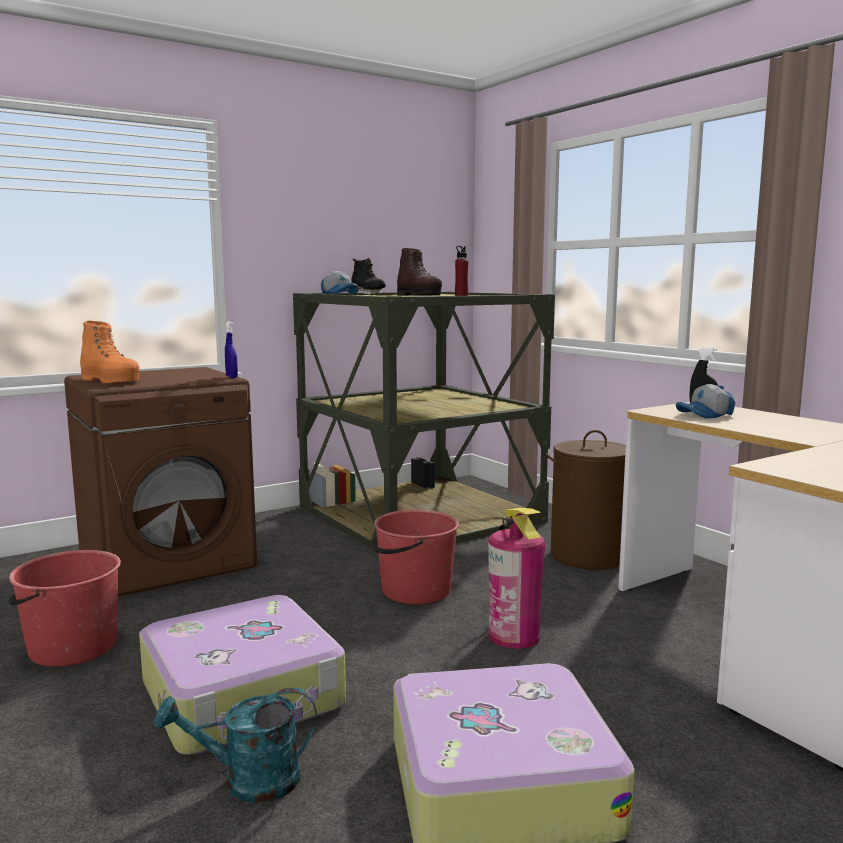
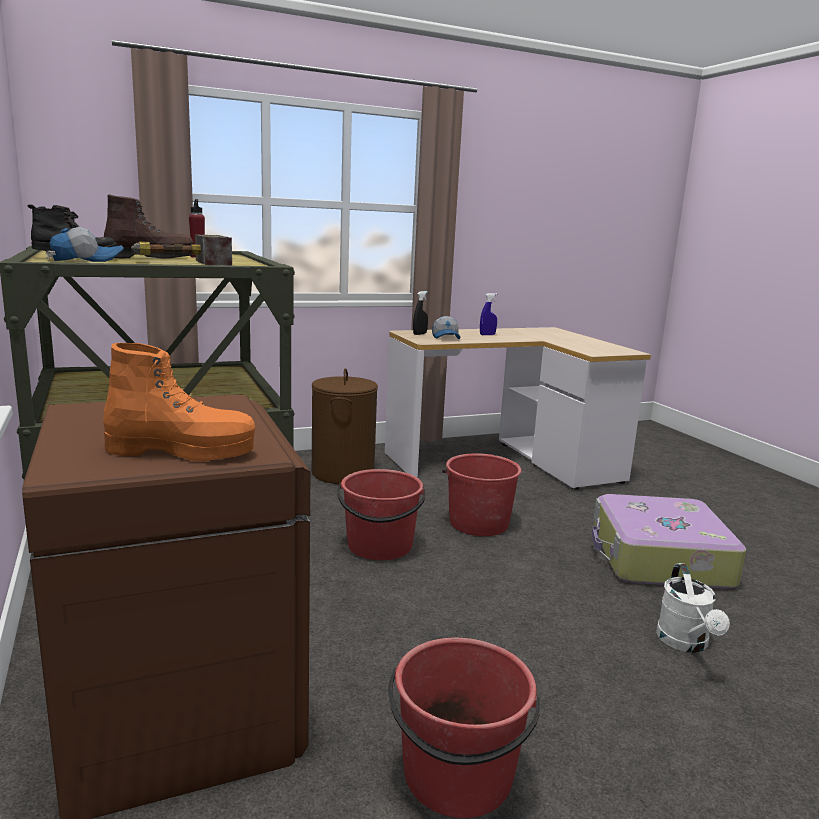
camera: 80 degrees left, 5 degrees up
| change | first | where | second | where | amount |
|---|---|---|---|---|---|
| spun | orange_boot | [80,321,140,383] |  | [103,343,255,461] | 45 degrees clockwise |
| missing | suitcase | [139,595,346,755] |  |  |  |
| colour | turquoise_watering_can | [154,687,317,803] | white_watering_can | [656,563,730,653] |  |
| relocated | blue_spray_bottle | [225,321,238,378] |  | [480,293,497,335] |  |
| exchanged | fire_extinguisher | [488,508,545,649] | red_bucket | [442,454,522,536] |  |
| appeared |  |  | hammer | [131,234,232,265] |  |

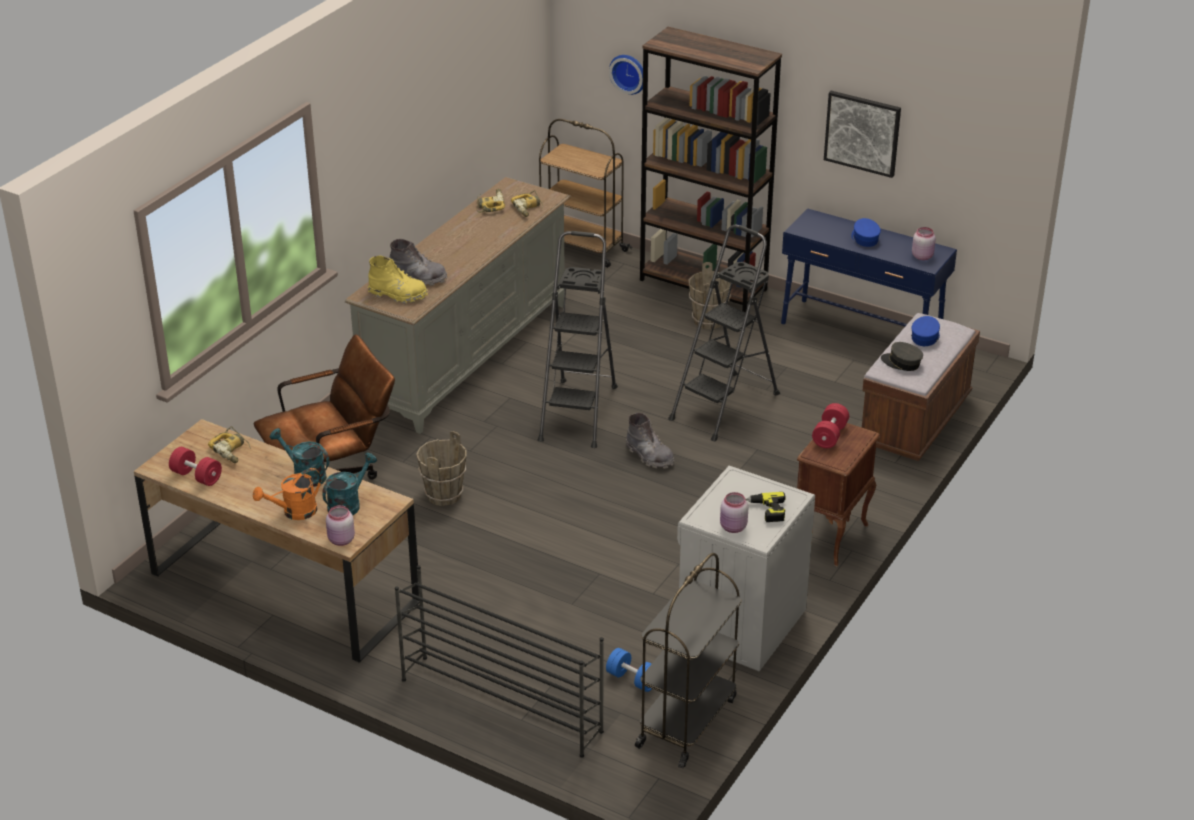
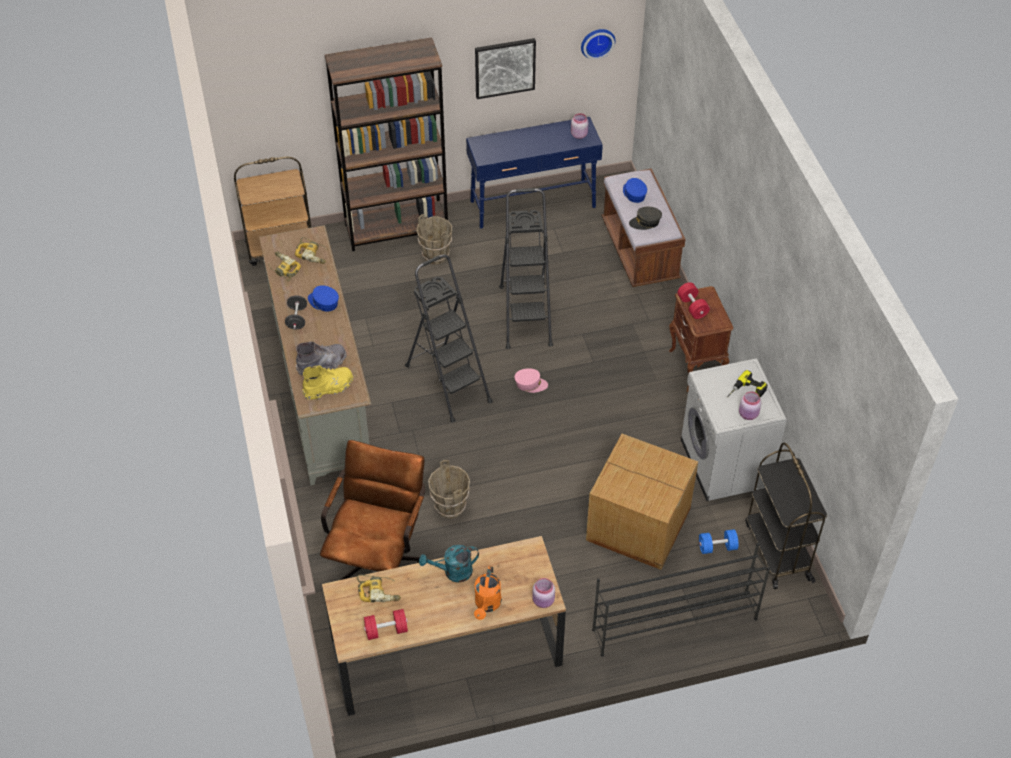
camera: 45 degrees left, 15 degrees up
| change | first | where | second | where | amount |
|---|---|---|---|---|---|
| missing | turquoise_watering_can | [322,453,377,515] |  |  |  |
| relocated | wall_clock | [609,55,643,95] |  | [581,29,615,60] |  |
| exchanged | grey_boot | [626,413,674,469] | pink_cap | [514,368,548,393] |  |
| relocated | blue_cap | [851,218,881,247] |  | [308,285,339,312] |  |
| appeared |  |  | black_dumbbell | [285,295,307,329] |  |
| appeared |  |  | cardboard_box | [586,434,698,570] |  |

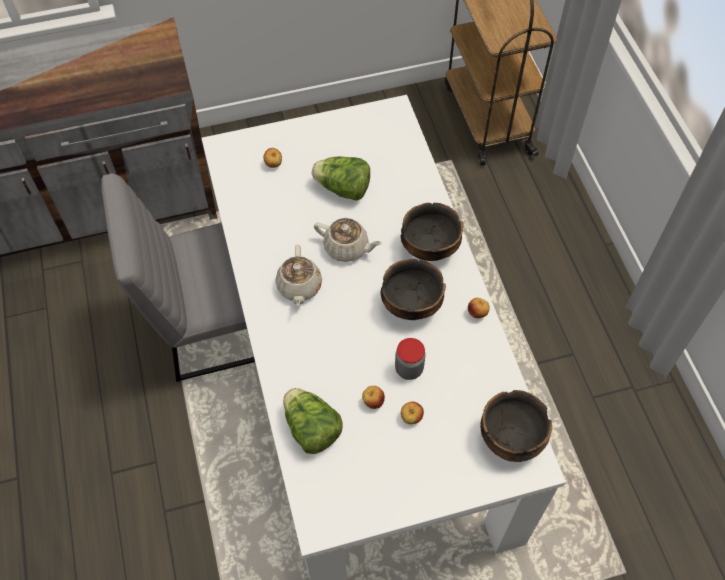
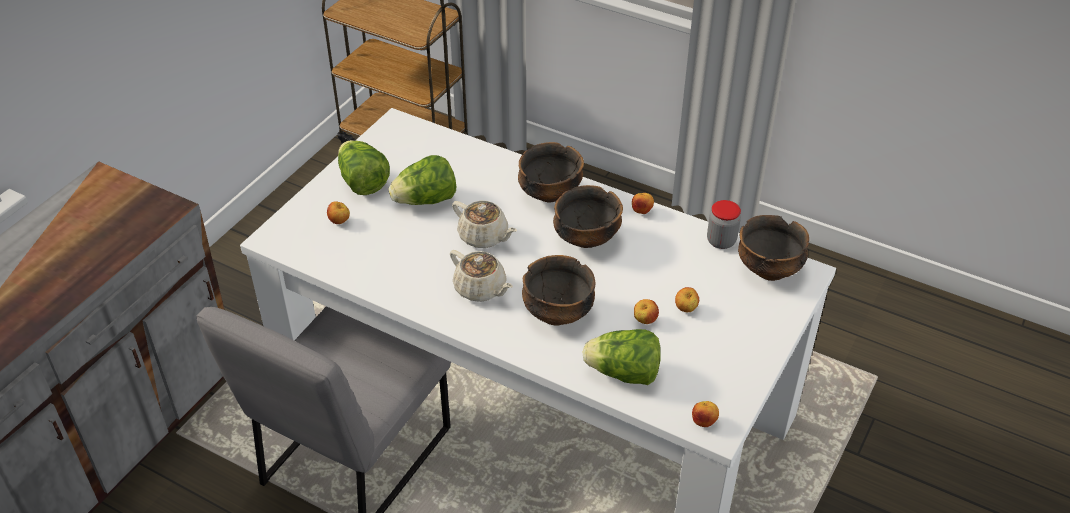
camera: 45 degrees left, 15 degrees down
| change | first | where | second | where | amount |
|---|---|---|---|---|---|
| spun | beige_teapot | [314,218,382,262] |  | [452,201,517,248] | 60 degrees clockwise |
| relocated | jar | [395,338,426,380] |  | [707,200,741,249] |  |
| appeared |  |  | lettuce | [338,140,390,195] |  |
| appeared |  |  | bowl | [522,255,595,326] |  |
| appeared |  |  | apple | [692,401,719,427] |  |

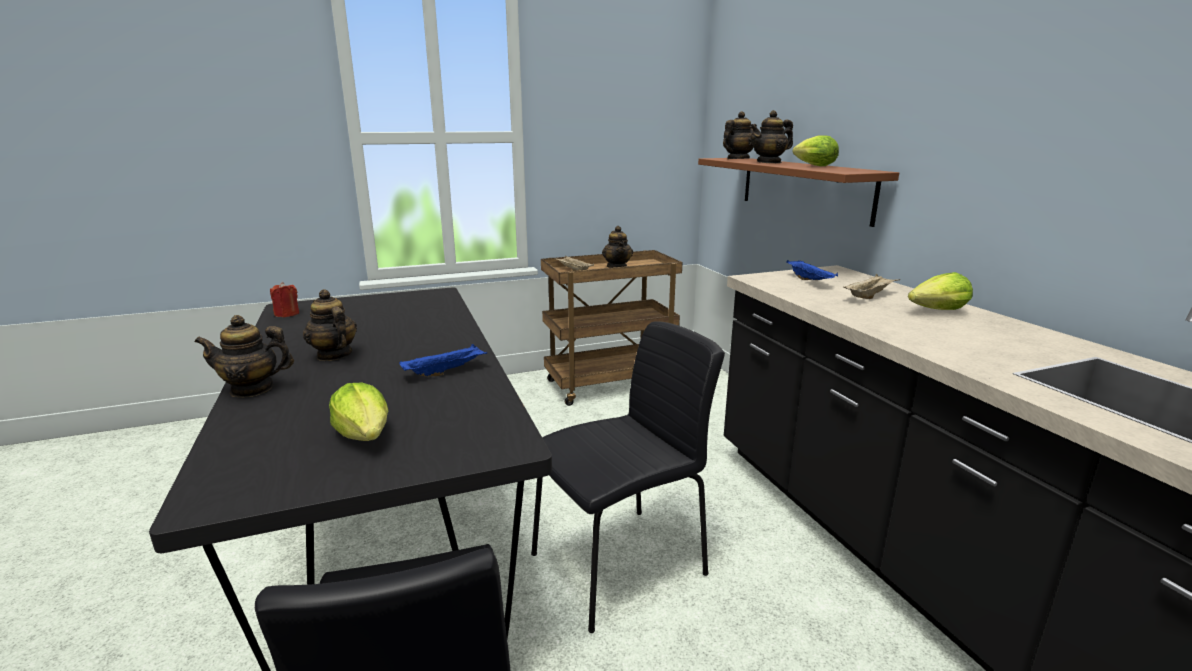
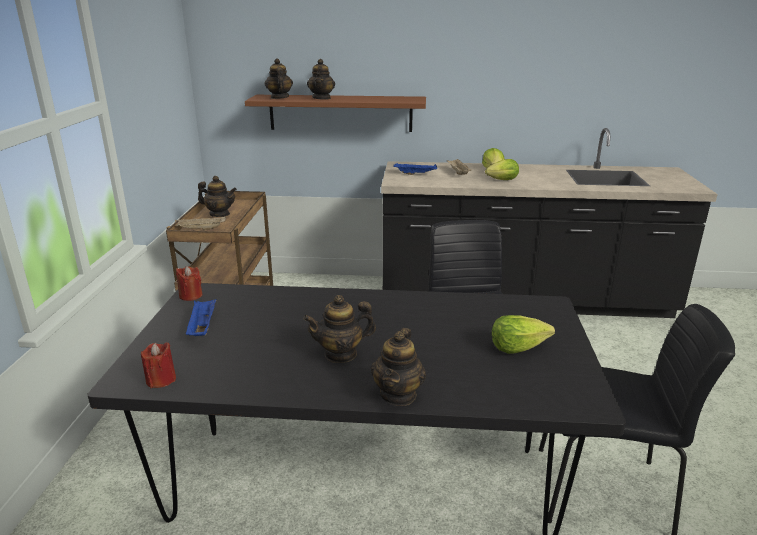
camera: 65 degrees left, 5 degrees up
| change | first | where | second | where | amount |
|---|---|---|---|---|---|
| relocated | blue_tray | [399,344,487,377] |  | [185,299,217,336] |  |
| relocated | lettuce | [793,135,839,166] |  | [485,159,519,180] |  |
| appeared |  |  | red_candle | [176,266,202,301] |  |

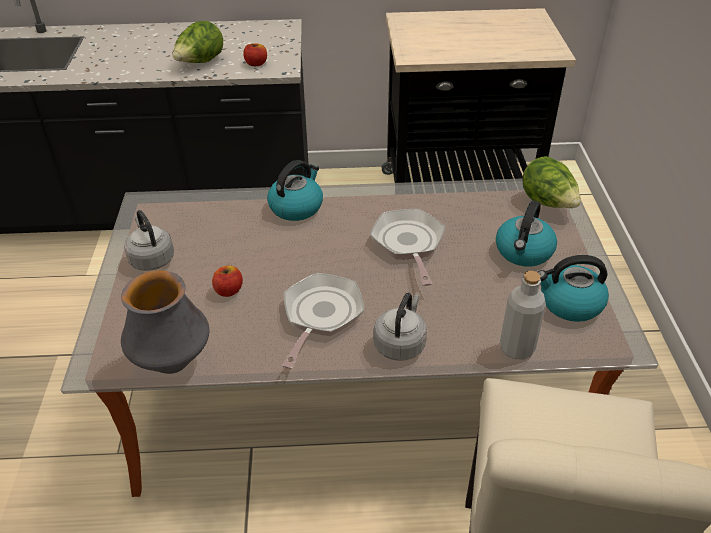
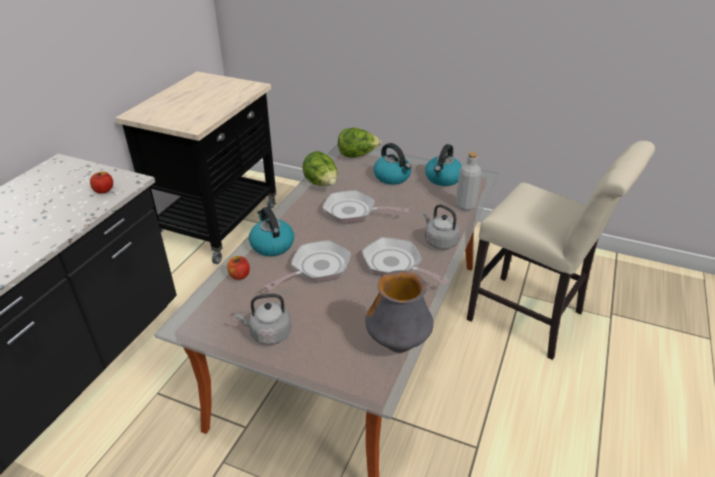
camera: 65 degrees left, 5 degrees down
| change | first | where | second | where | amount |
|---|---|---|---|---|---|
| relocated | lettuce | [172,21,223,63] |  | [302,151,337,186] |  |
| relocated | apple | [212,266,243,297] |  | [227,256,250,280] |  |
| appeared |  |  | frying_pan | [265,240,351,290] |  |

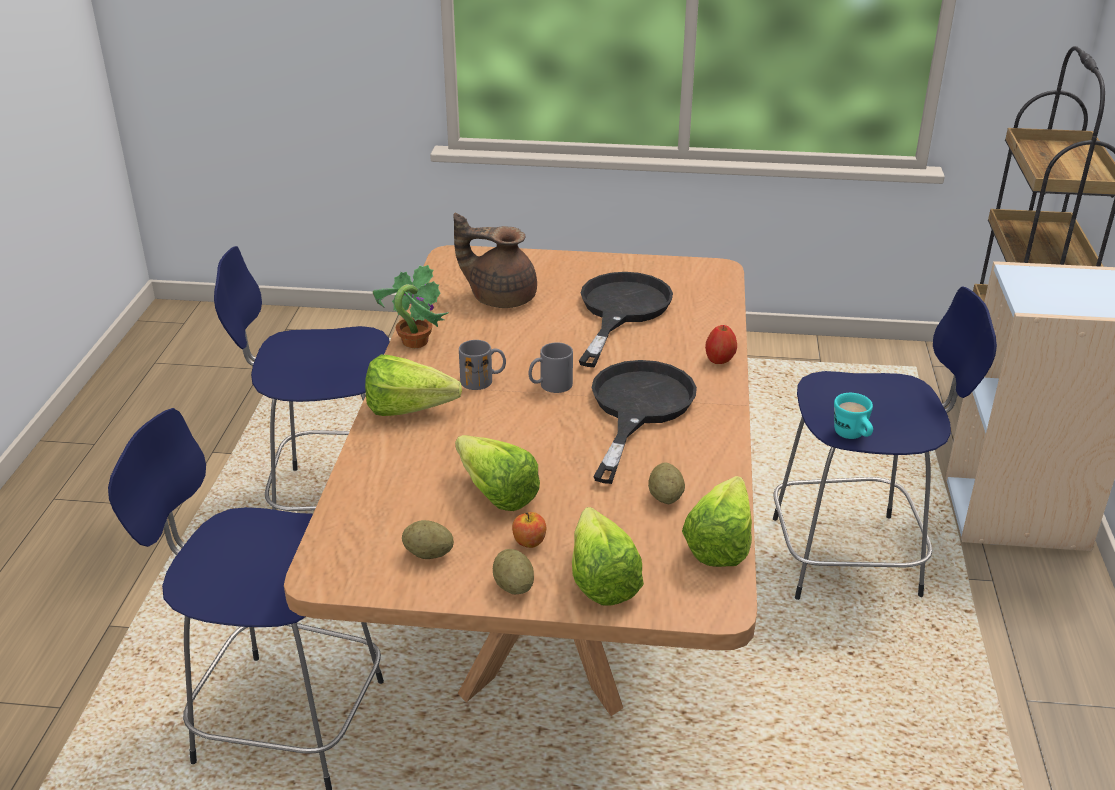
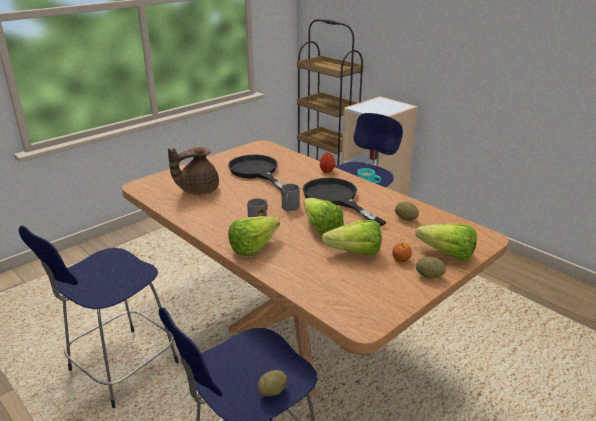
camera: 50 degrees left, 5 degrees down
| change | first | where | second | where | amount |
|---|---|---|---|---|---|
| missing | potted_plant | [373,265,449,348] |  |  |  |
| relocated | potato | [402,520,454,559] |  | [257,370,287,396] |  |
| relocated | lettuce | [682,476,752,567] |  | [304,198,344,235] |  |

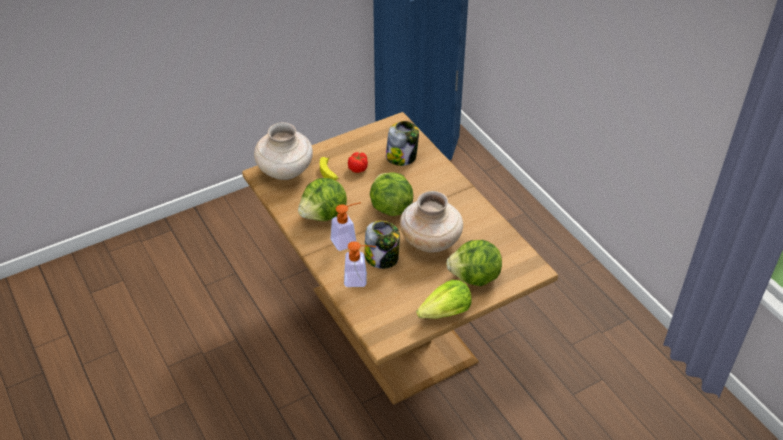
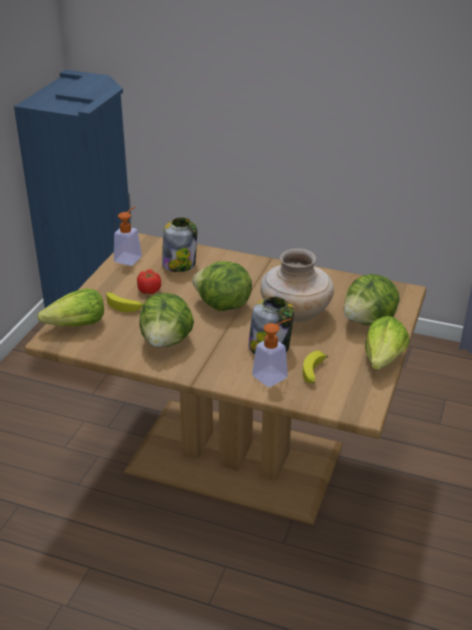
camera: 40 degrees left, 10 degrees down
| change | first | where | second | where | amount |
|---|---|---|---|---|---|
| exchanged | beige_vase | [254,122,313,180] | lettuce | [37,288,104,326] |  |
| relocated | soap_dispenser | [331,202,361,251] |  | [114,207,142,266] |  |
| appeared |  |  | banana | [303,351,328,384] |  |

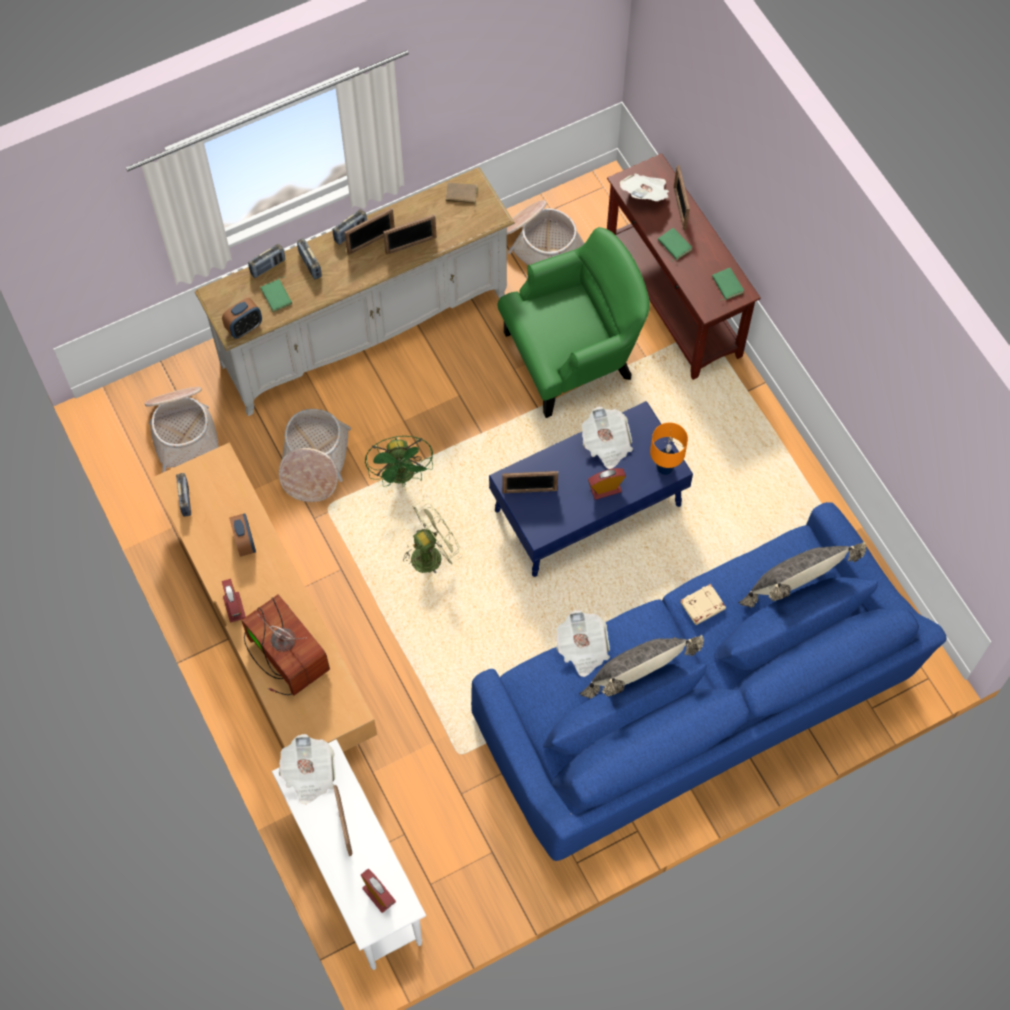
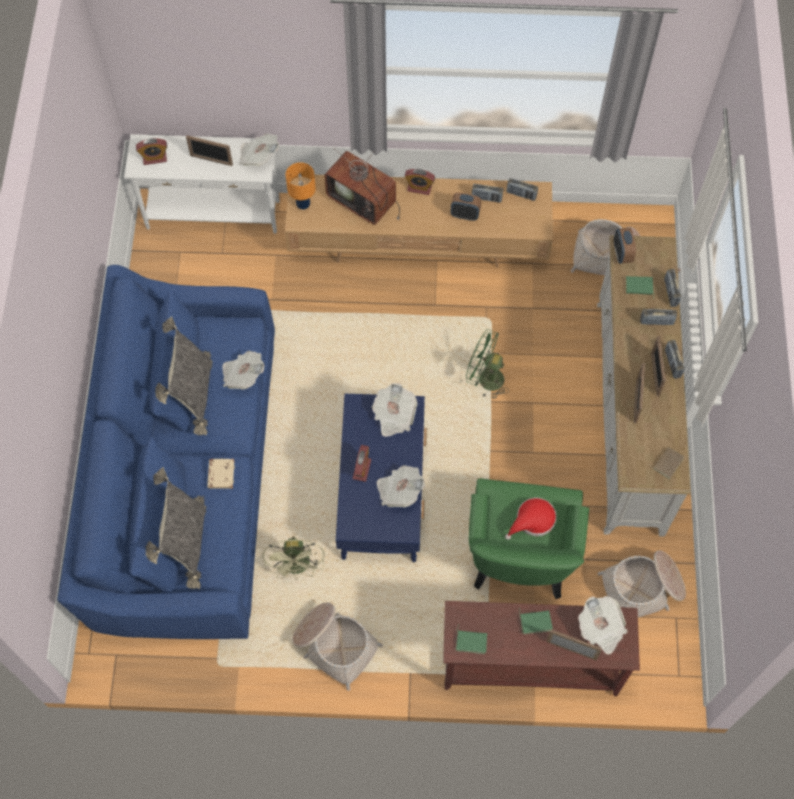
camera: 120 degrees right, 0 degrees up
| change | first | where | second | where | amount |
|---|---|---|---|---|---|
| spun | television | [241,594,330,696] |  | [325,148,400,225] | 45 degrees clockwise |
| relocated | basket | [279,409,351,502] |  | [292,603,383,691] |  |
| relocated | green_fan | [403,500,463,573] |  | [262,536,325,580] |  |
| exchanged | picture_frame | [502,471,558,493] | newspaper | [372,383,417,437] |  |
| relocated | orange_table_lamp | [650,423,688,475] |  | [286,162,316,210] |  |
| appeared |  |  | radio | [472,184,503,203] |  |
| appeared |  |  | red_hat | [505,498,556,540] |  |

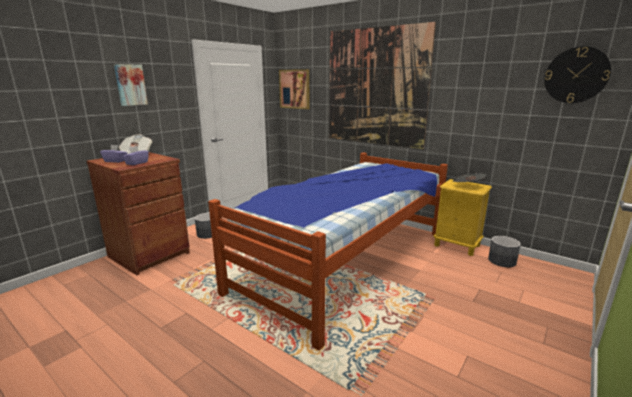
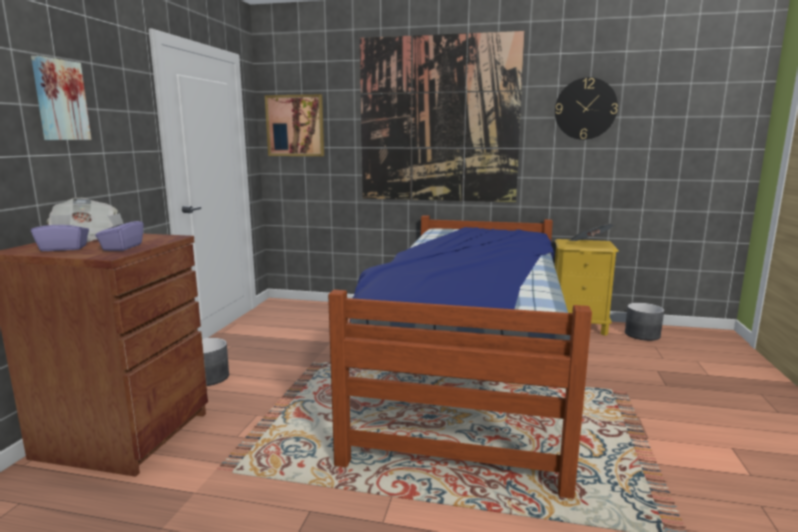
camera: 25 degrees left, 5 degrees down
| change | first | where | second | where | amount |
|---|---|---|---|---|---|
| relocated | wall_clock | [544,46,611,103] |  | [555,77,618,140] |  |

